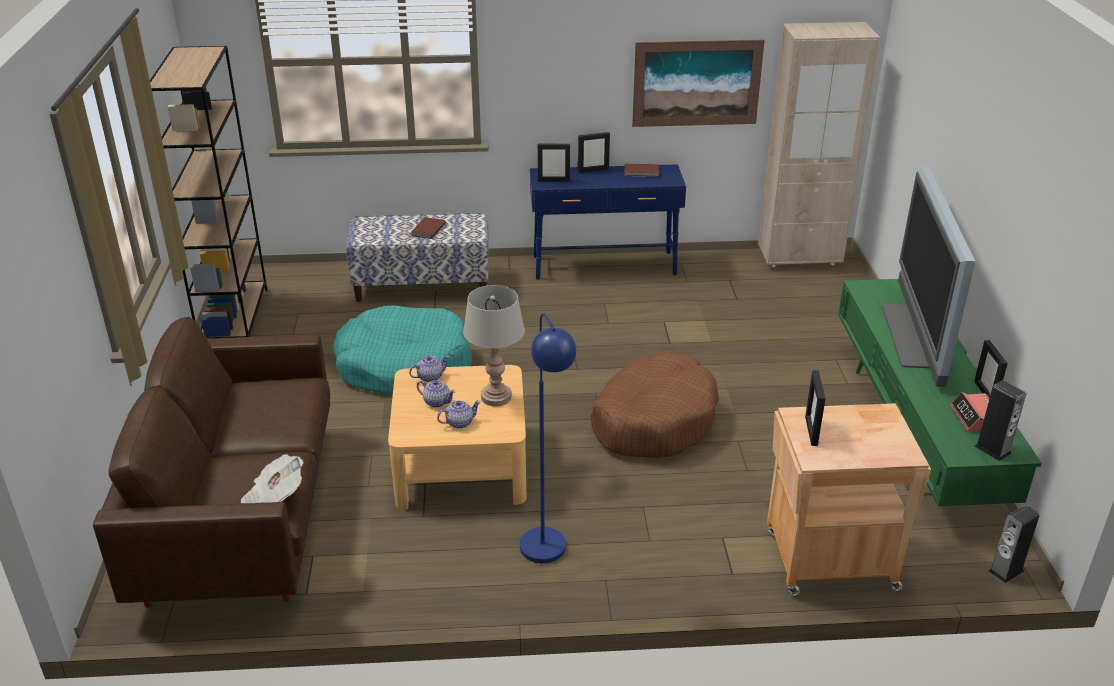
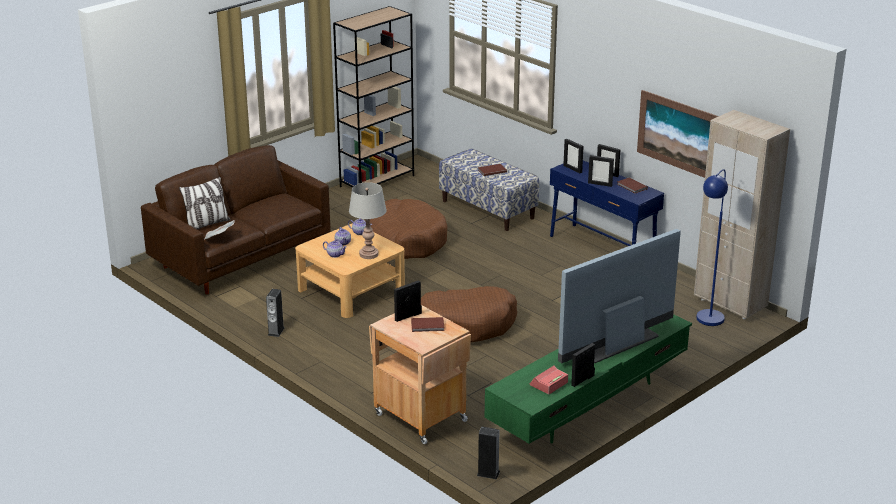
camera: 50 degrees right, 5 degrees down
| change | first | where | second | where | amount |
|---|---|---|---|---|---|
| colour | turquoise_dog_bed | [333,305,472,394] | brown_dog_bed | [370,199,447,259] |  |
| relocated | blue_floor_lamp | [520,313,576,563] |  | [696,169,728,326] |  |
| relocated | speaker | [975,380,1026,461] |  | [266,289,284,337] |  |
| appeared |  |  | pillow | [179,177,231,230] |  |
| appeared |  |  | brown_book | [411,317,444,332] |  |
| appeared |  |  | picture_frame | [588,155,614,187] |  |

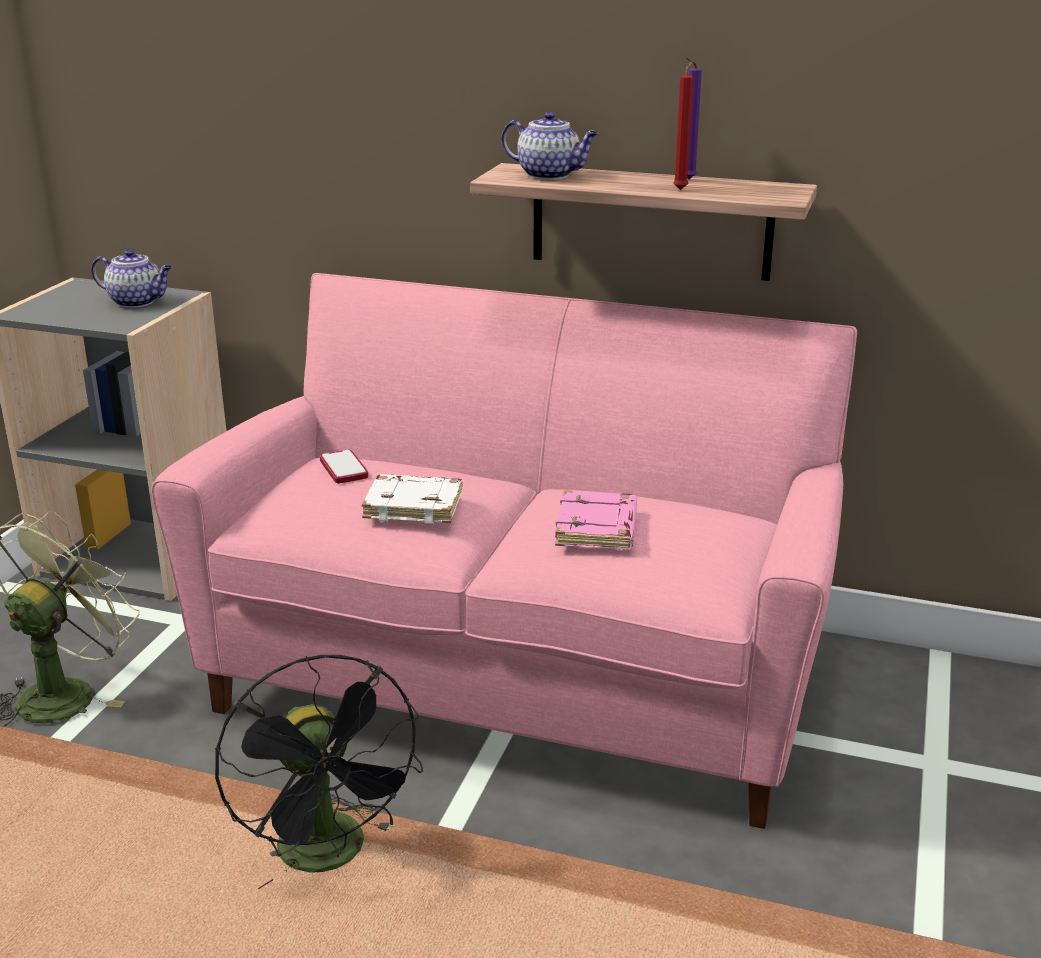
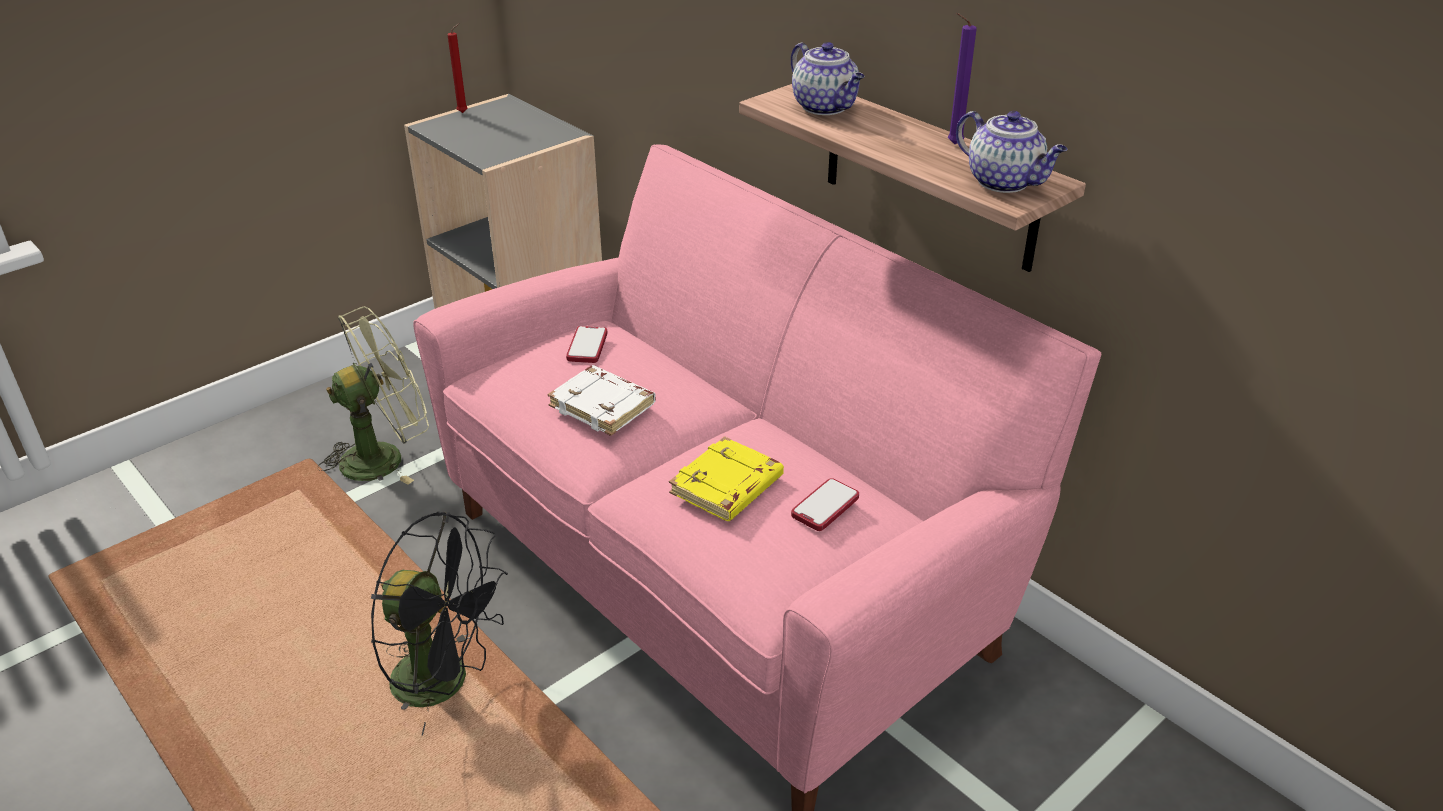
camera: 30 degrees right, 10 degrees up
| change | first | where | second | where | amount |
|---|---|---|---|---|---|
| relocated | teapot | [91,249,172,308] |  | [956,111,1068,193] |  |
| spun | black_fan | [215,655,423,889] |  | [371,512,508,736] | 75 degrees counterclockwise |
| colour | pink_book | [555,490,637,550] | yellow_book | [669,436,784,521] |  |
| relocated | red_candle | [673,61,693,190] |  | [447,23,468,113] |  |
| appeared |  |  | phone | [791,478,859,531] |  |

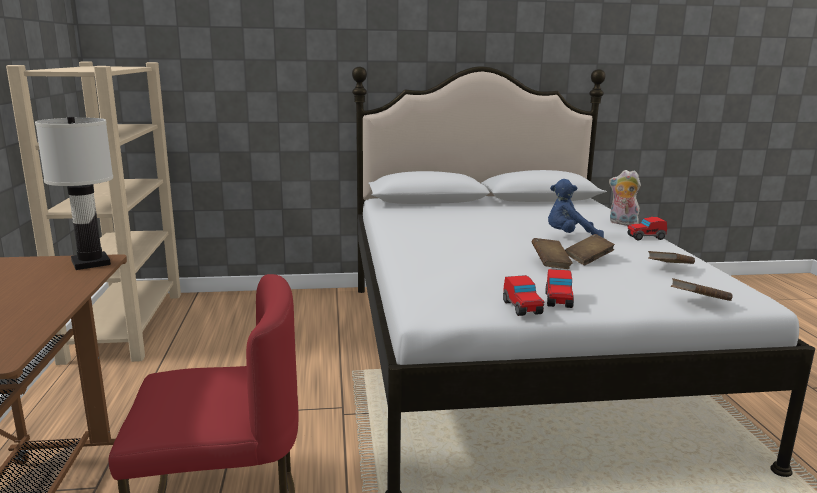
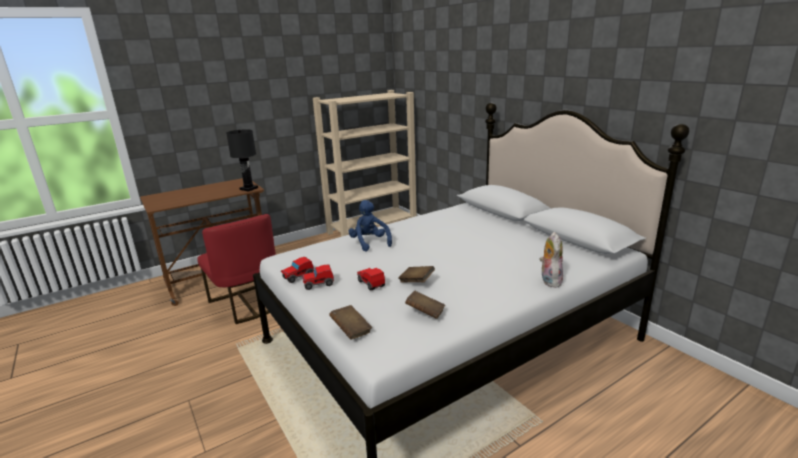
camera: 65 degrees right, 5 degrees up
| change | first | where | second | where | amount |
|---|---|---|---|---|---|
| colour | white_table_lamp | [35,117,113,270] | black_table_lamp | [226,129,258,192] |  |
| missing | brown_book | [532,238,573,269] |  |  |  |
| relocated | blue_plush_toy | [548,179,604,238] |  | [348,200,392,252] |  |
| relocated | toy_car | [627,217,667,240] |  | [357,268,385,291] |  |

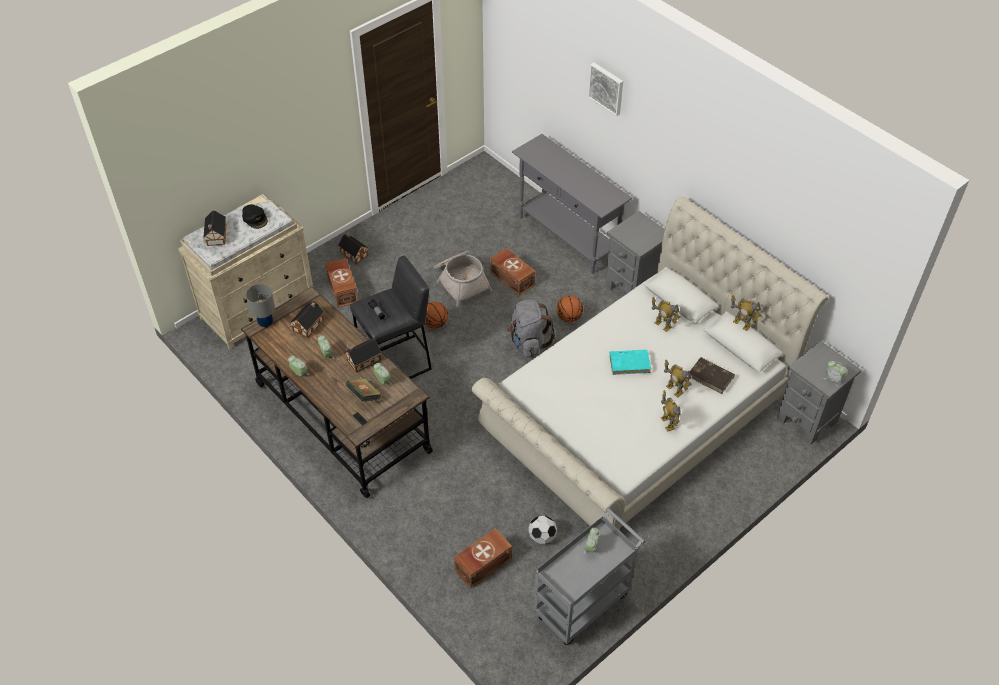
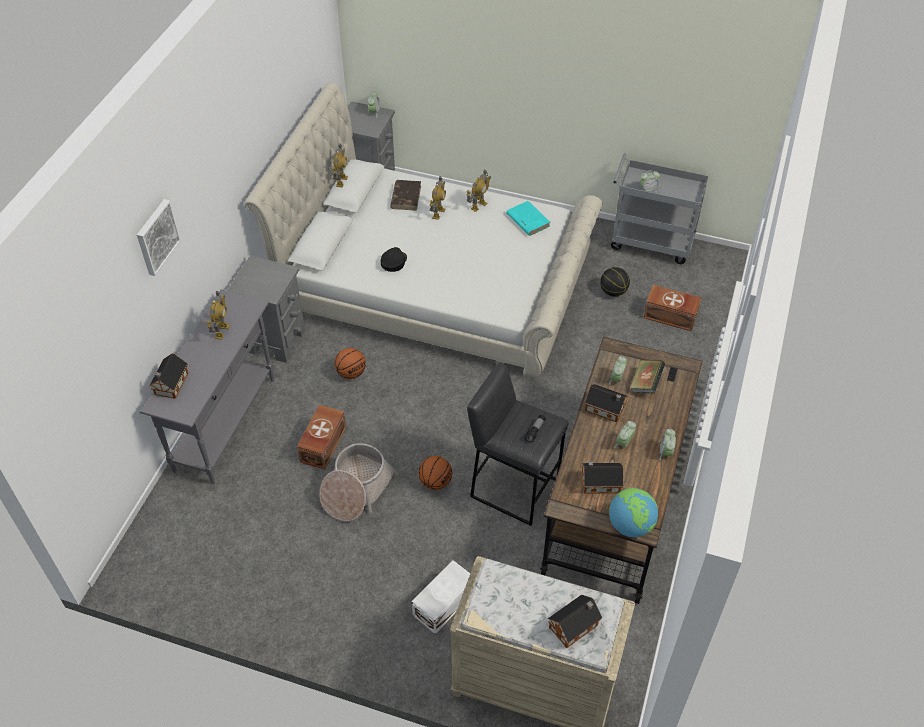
camera: 120 degrees left, 0 degrees up
| change | first | where | second | where | amount |
|---|---|---|---|---|---|
| relocated | black_cap | [242,204,268,229] |  | [381,247,407,272] |  |
| exchanged | grey_table_lamp | [246,284,275,327] | globe | [609,488,658,537] |  |
| colour | brown_storage_box | [325,258,358,308] | white_storage_box | [412,560,470,634] |  |
| relocated | toy_house | [338,233,368,264] |  | [149,353,188,399] |  |
| missing | grey_backpack | [507,300,555,358] |  |  |  |
| exchanged | football | [528,515,557,544] | basketball | [600,267,630,297] |  |
| relocated | turquoise_book | [609,350,651,375] |  | [506,201,550,236] |  |
| relocated | toy_robot | [652,297,680,332] |  | [207,291,230,340] |  |

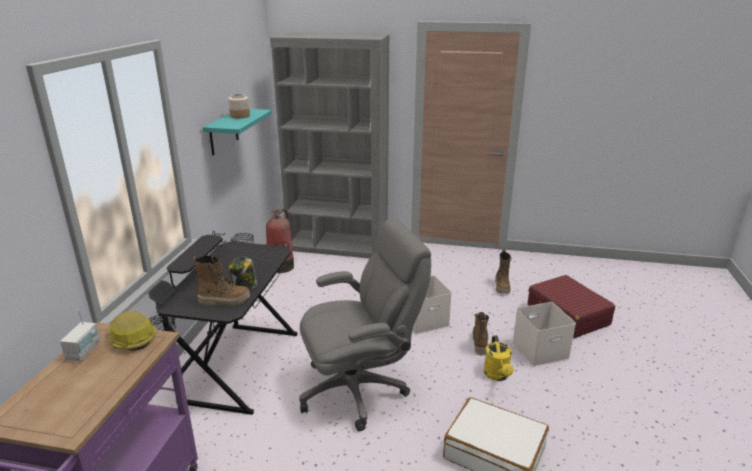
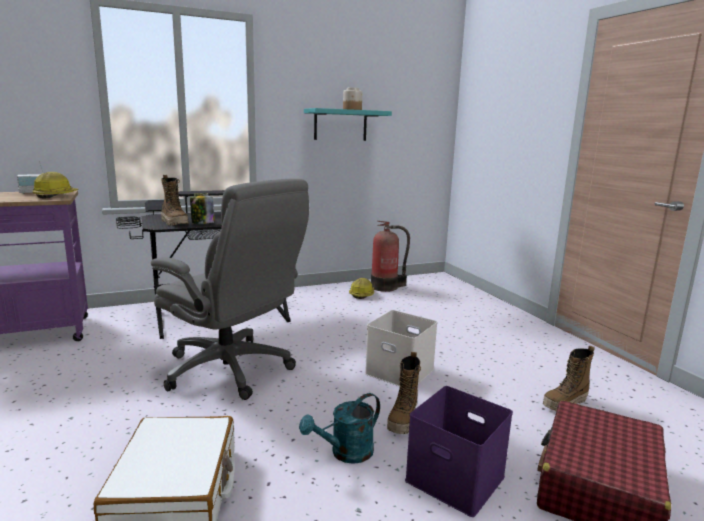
camera: 55 degrees right, 10 degrees down
| change | first | where | second | where | amount |
|---|---|---|---|---|---|
| missing | grey_bookcase | [270,33,390,258] |  |  |  |
| spun | boot | [473,312,489,356] |  | [387,352,421,434] | 135 degrees clockwise |
| colour | yellow_watering_can | [484,335,514,381] | turquoise_watering_can | [299,393,380,464] |  |
| colour | white_storage_box | [512,302,576,366] | purple_storage_box | [405,386,513,517] |  |
| appeared |  |  | hard_hat | [349,278,374,299] |  |

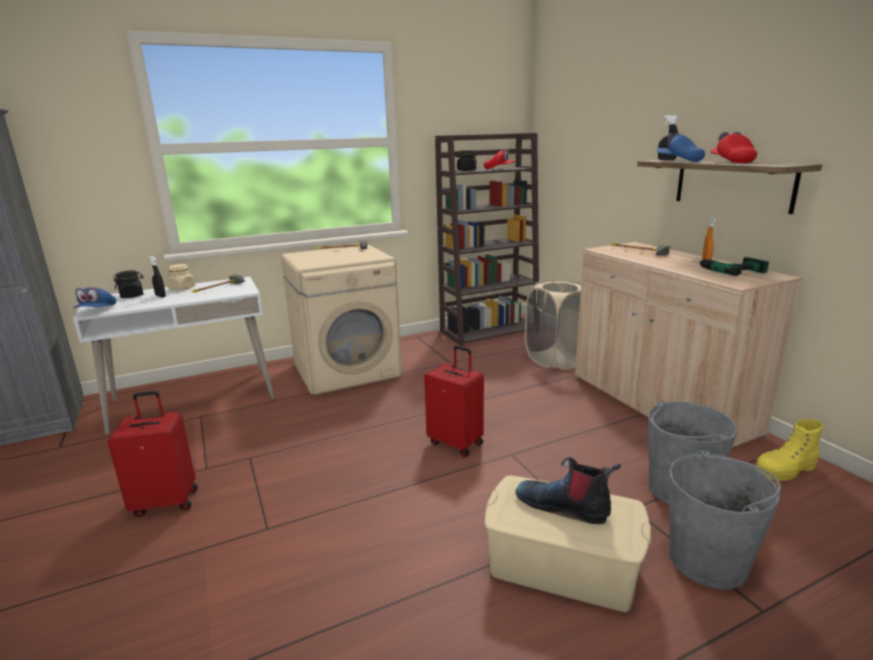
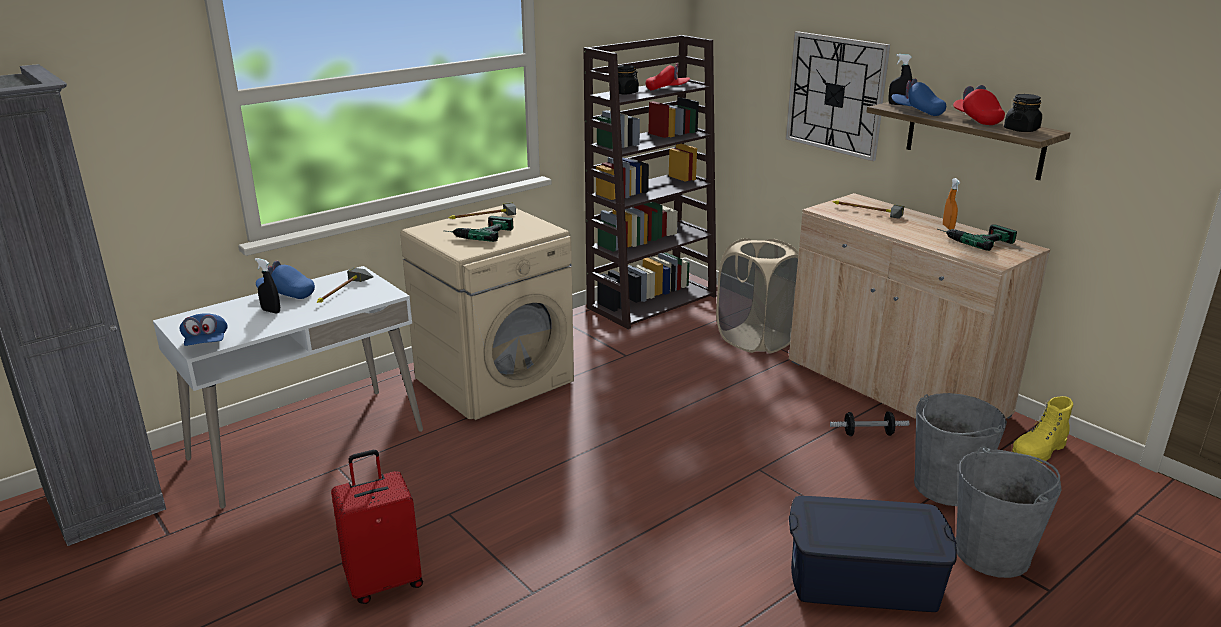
camera: 15 degrees left, 5 degrees up
| change | first | where | second | where | amount |
|---|---|---|---|---|---|
| relocated | black_jar | [113,270,144,298] |  | [1004,94,1042,132] |  |
| exchanged | beige_jar | [167,264,195,290] | blue_cap | [256,261,315,299] |  |
| missing | red_suitcase | [424,346,484,457] |  |  |  |
| colour | beige_storage_box | [485,475,651,612] | blue_storage_box | [789,496,957,612] |  |
| missing | boot | [516,457,621,524] |  |  |  |
| appeared |  |  | power_drill | [443,216,513,242] |  |
| appeared |  |  | wall_clock | [786,31,890,161] |  |
| appeared |  |  | dumbbell | [830,411,909,436] |  |

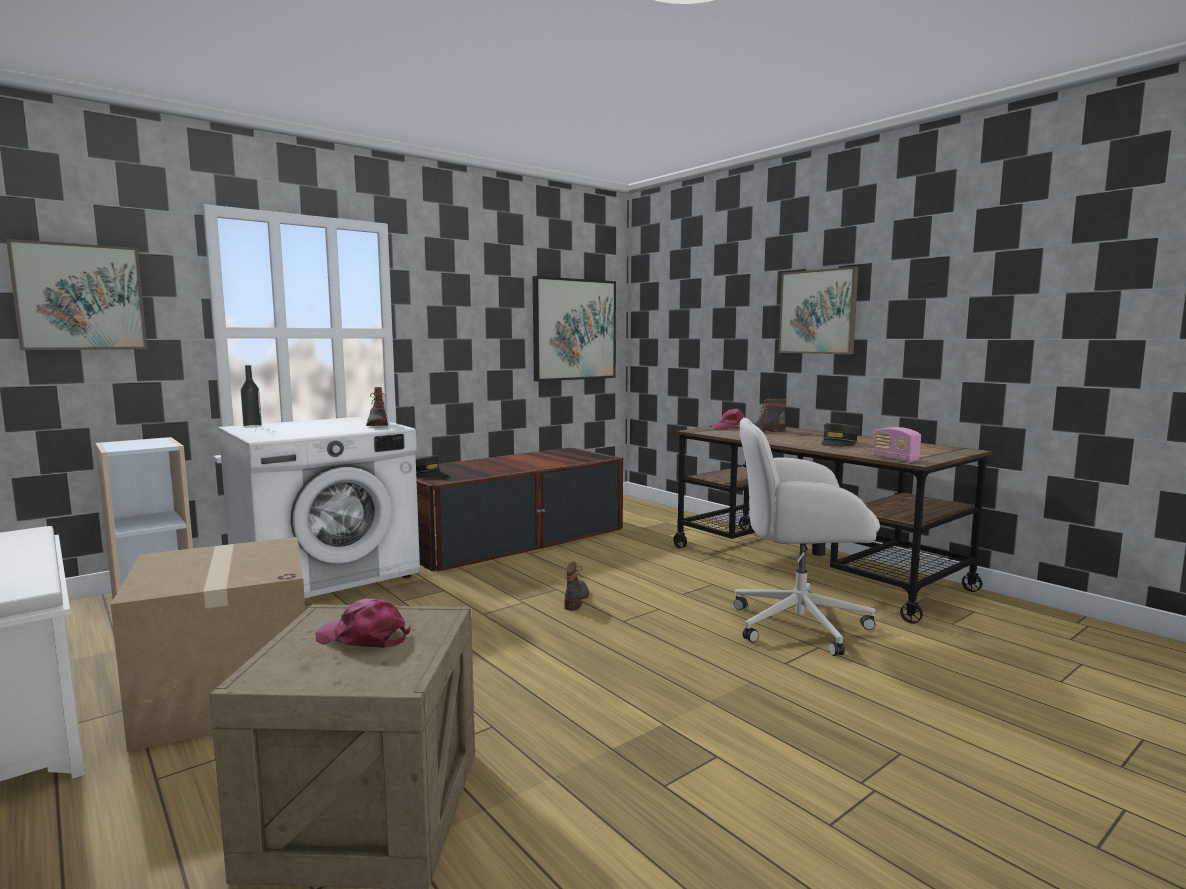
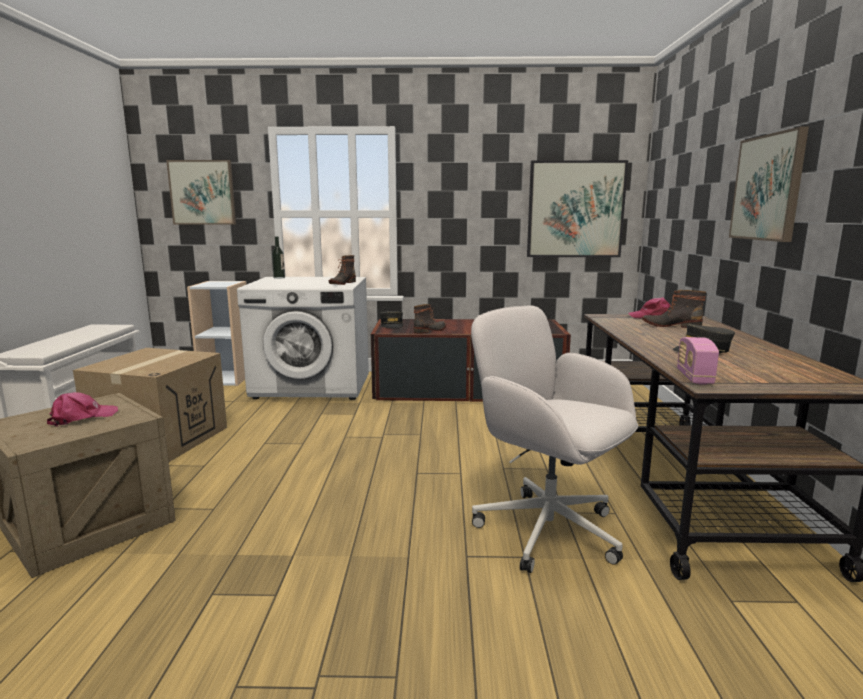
camera: 40 degrees right, 5 degrees up
| change | first | where | second | where | amount |
|---|---|---|---|---|---|
| spun | pink_cap | [315,599,411,648] |  | [47,392,118,427] | 75 degrees clockwise |
| relocated | boot | [564,562,589,611] |  | [414,304,447,334] |  |

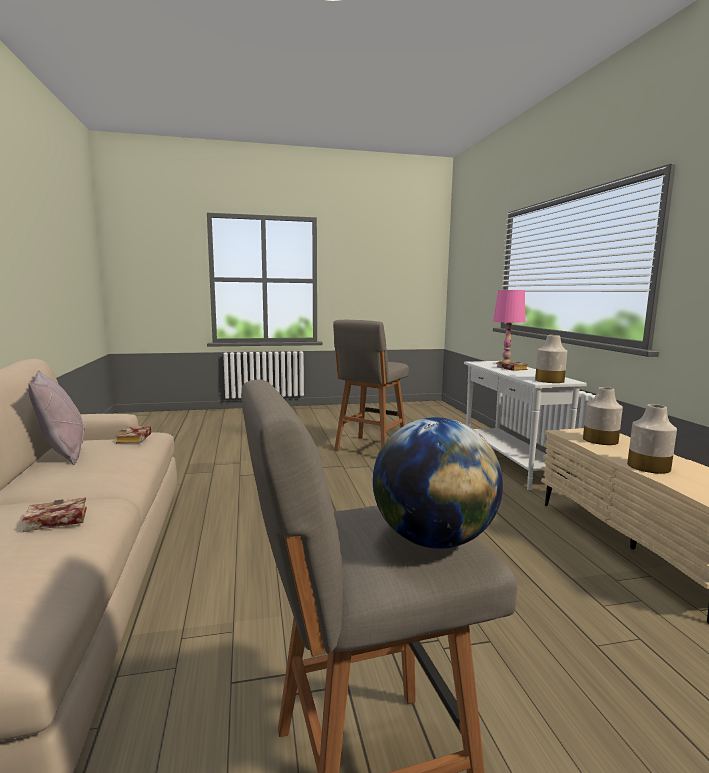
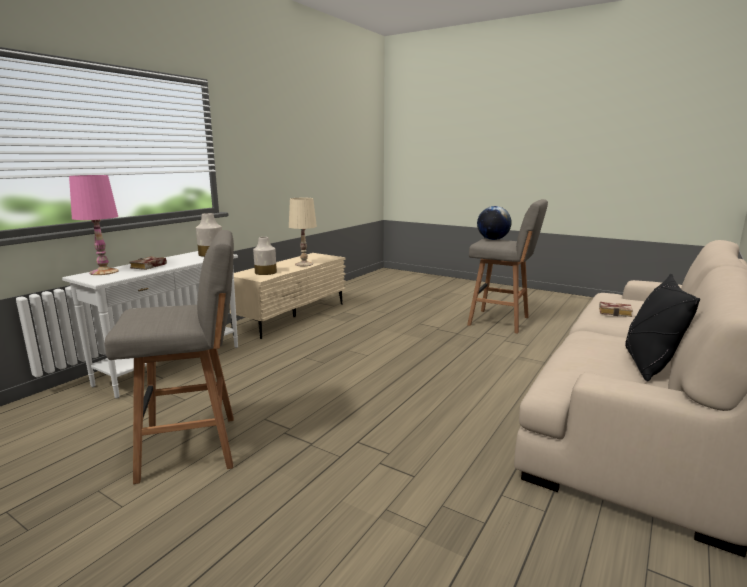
camera: 135 degrees left, 5 degrees up
| change | first | where | second | where | amount |
|---|---|---|---|---|---|
| colour | purple_pillow | [28,370,85,465] | black_pillow | [625,274,700,381] |  |
| missing | book | [116,426,152,443] |  |  |  |
| exchanged | beige_vase | [627,404,677,474] | beige_table_lamp | [289,198,317,266] |  |

